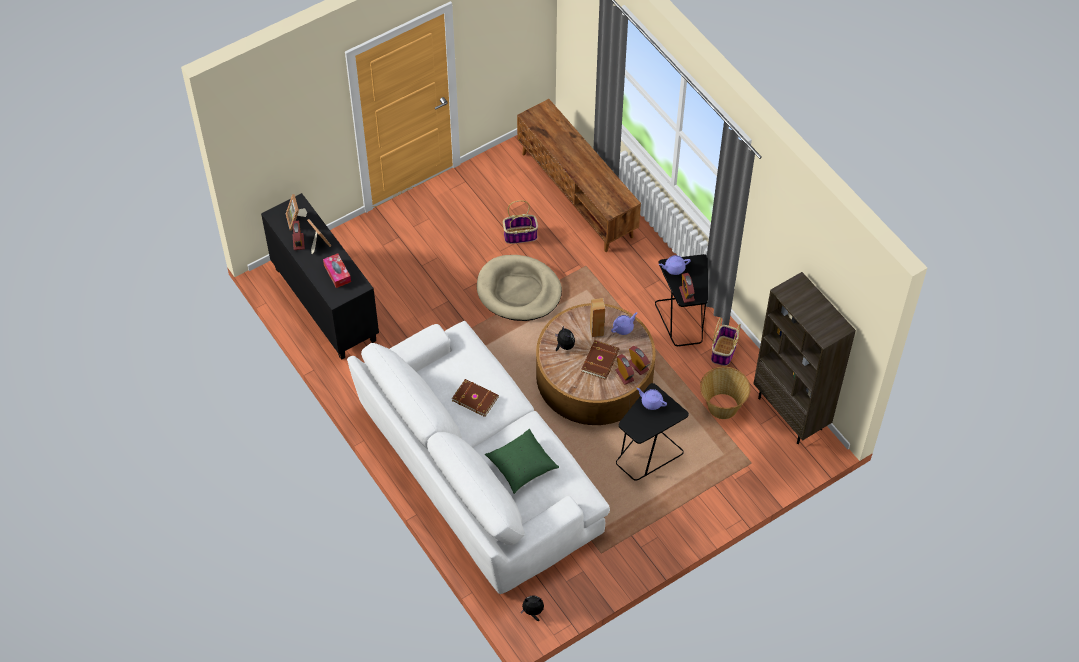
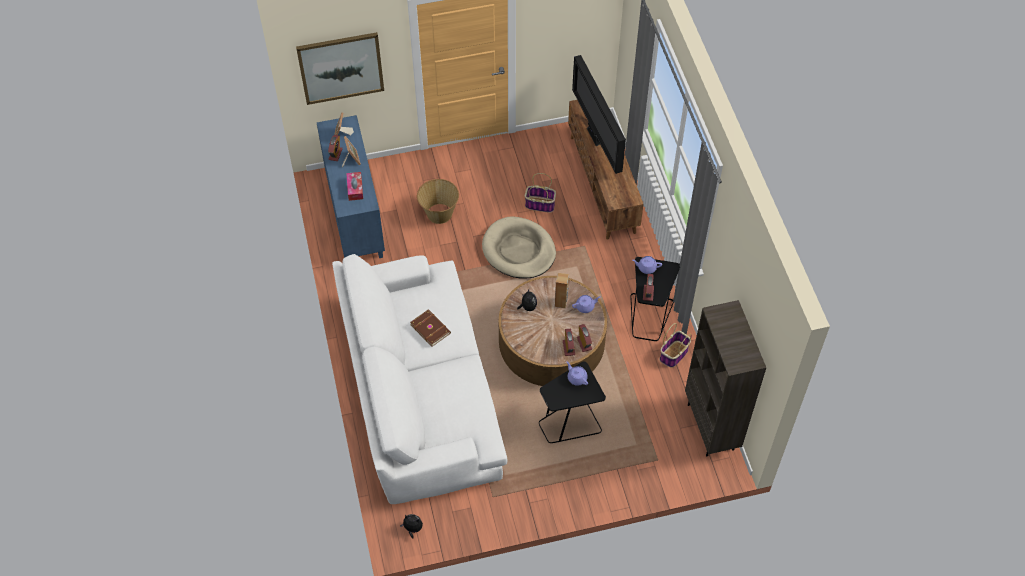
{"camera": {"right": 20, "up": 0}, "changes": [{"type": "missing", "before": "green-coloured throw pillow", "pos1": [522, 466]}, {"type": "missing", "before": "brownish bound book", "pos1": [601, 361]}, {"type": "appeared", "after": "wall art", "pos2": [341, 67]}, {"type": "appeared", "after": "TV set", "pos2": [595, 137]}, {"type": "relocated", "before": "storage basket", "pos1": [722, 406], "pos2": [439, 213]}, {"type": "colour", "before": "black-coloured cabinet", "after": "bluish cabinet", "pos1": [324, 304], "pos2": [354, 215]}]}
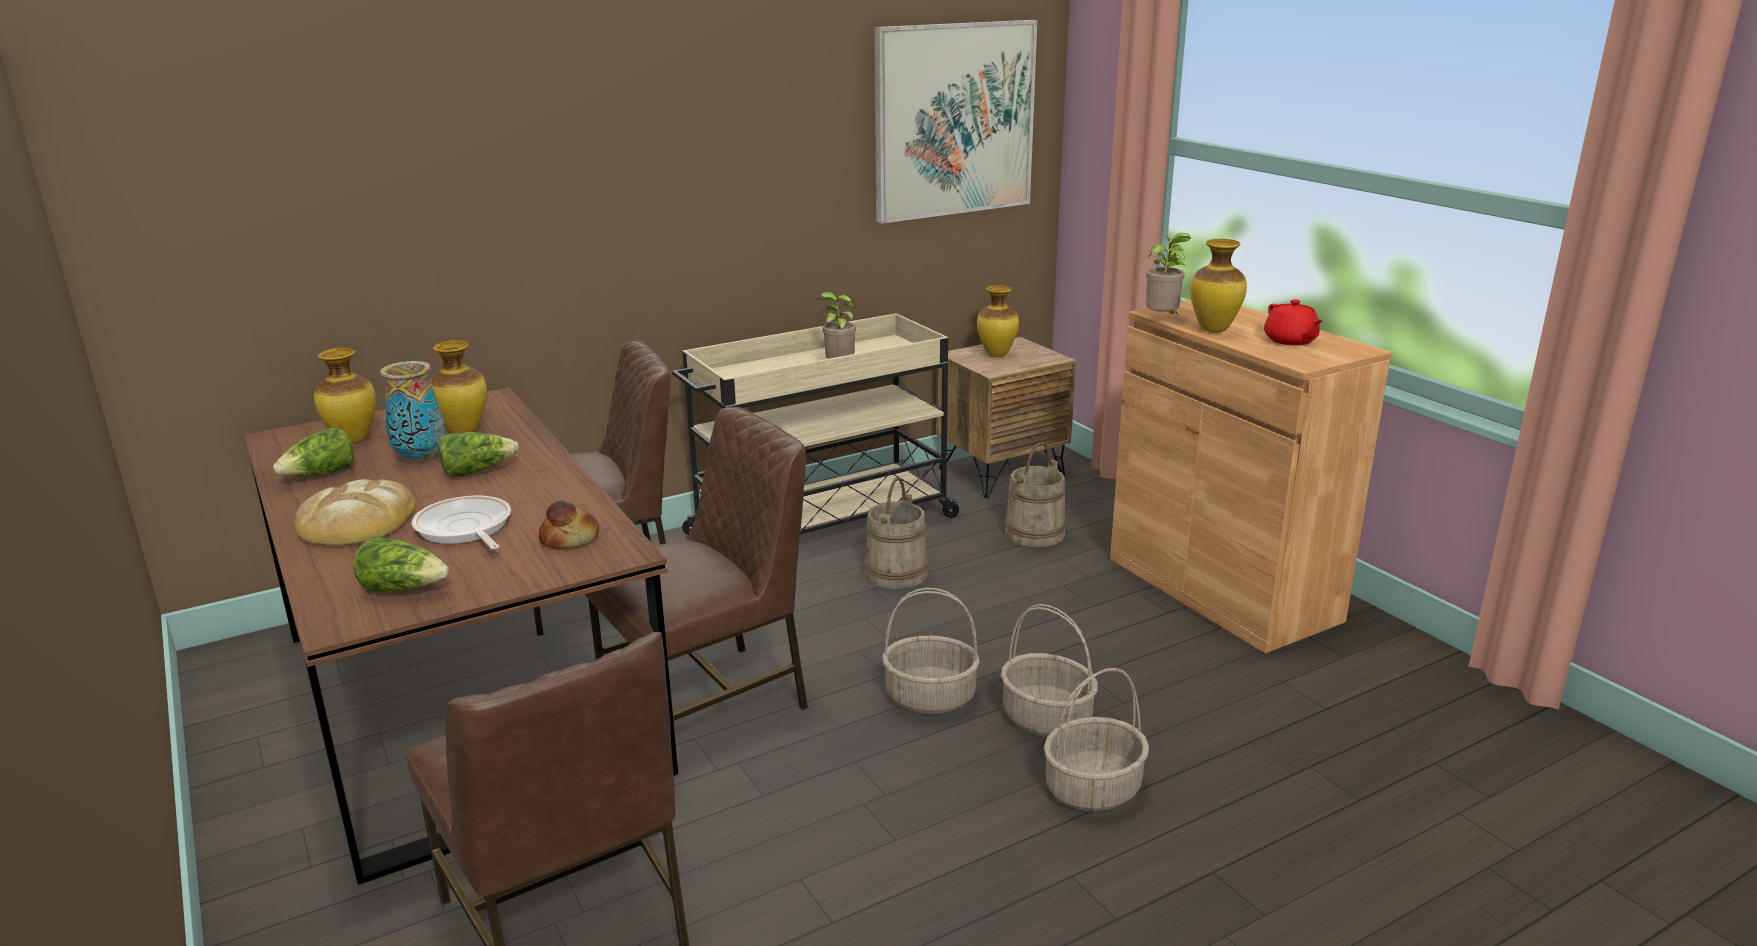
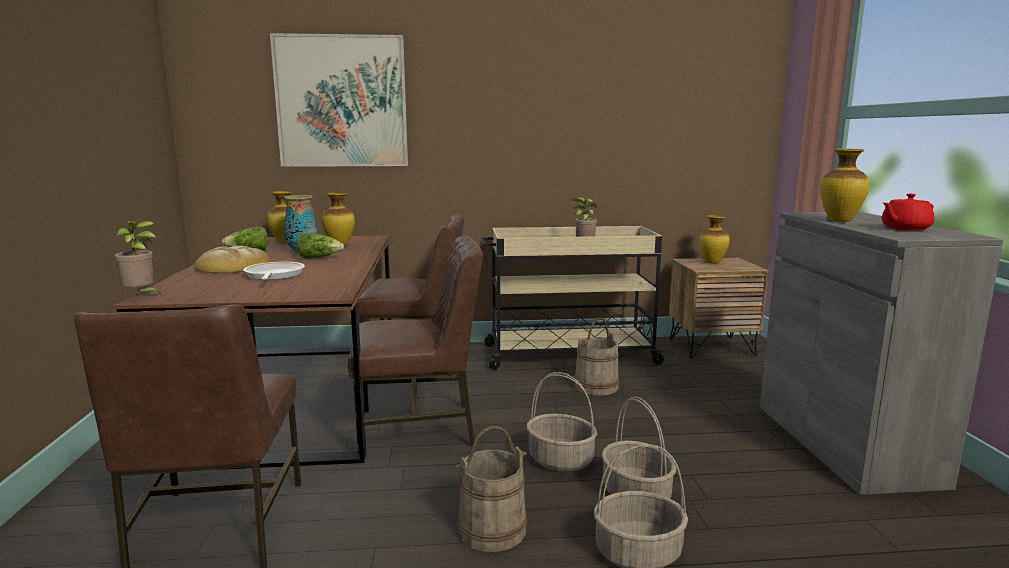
{"camera": {"right": 25, "up": -10}, "changes": [{"type": "missing", "before": "lettuce", "pos1": [404, 589]}, {"type": "missing", "before": "bread", "pos1": [570, 539]}, {"type": "relocated", "before": "wall art", "pos1": [954, 120], "pos2": [342, 102]}, {"type": "relocated", "before": "sand-coloured water bucket", "pos1": [1034, 533], "pos2": [492, 529]}, {"type": "relocated", "before": "potted plant", "pos1": [1163, 320], "pos2": [141, 296]}, {"type": "colour", "before": "brownish cabinet", "after": "gray cabinet", "pos1": [1222, 589], "pos2": [844, 443]}, {"type": "spun", "before": "red teapot", "pos1": [1290, 341], "pos2": [904, 228], "turn": 60}]}
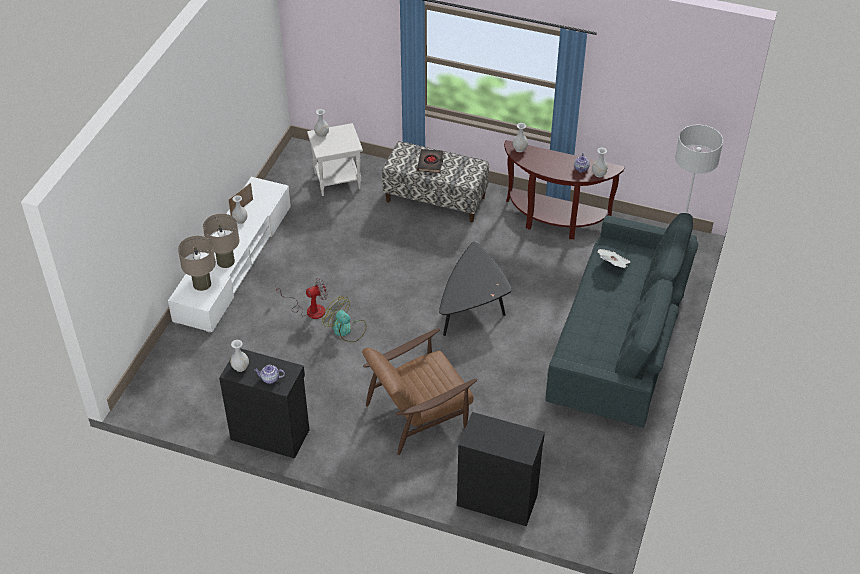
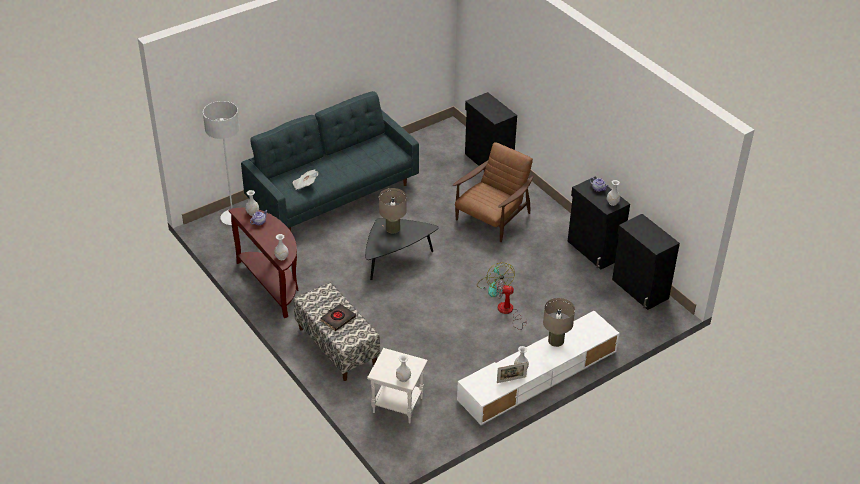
{"camera": {"right": -145, "up": -5}, "changes": [{"type": "appeared", "after": "black-coloured cabinet", "pos2": [639, 289]}, {"type": "relocated", "before": "sand-coloured lamp for a table", "pos1": [202, 284], "pos2": [393, 228]}, {"type": "spun", "before": "brownish lounge chair", "pos1": [418, 413], "pos2": [492, 218], "turn": -60}]}
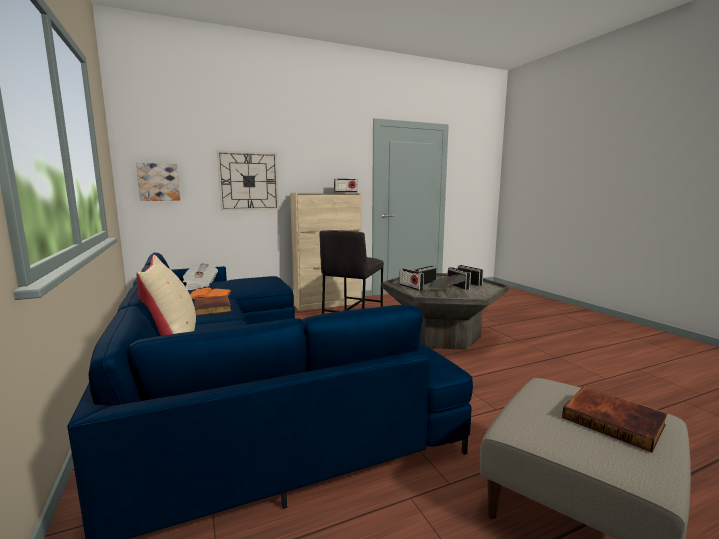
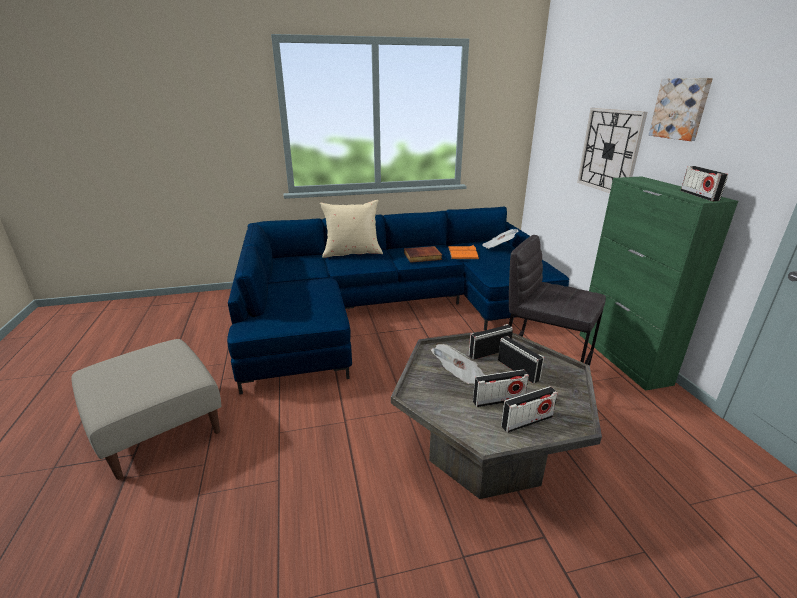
{"camera": {"right": 100, "up": 15}, "changes": [{"type": "missing", "before": "bound book", "pos1": [614, 420]}, {"type": "relocated", "before": "wall art", "pos1": [159, 182], "pos2": [680, 109]}, {"type": "colour", "before": "sand-coloured cabinet", "after": "green-coloured cabinet", "pos1": [328, 304], "pos2": [622, 358]}]}
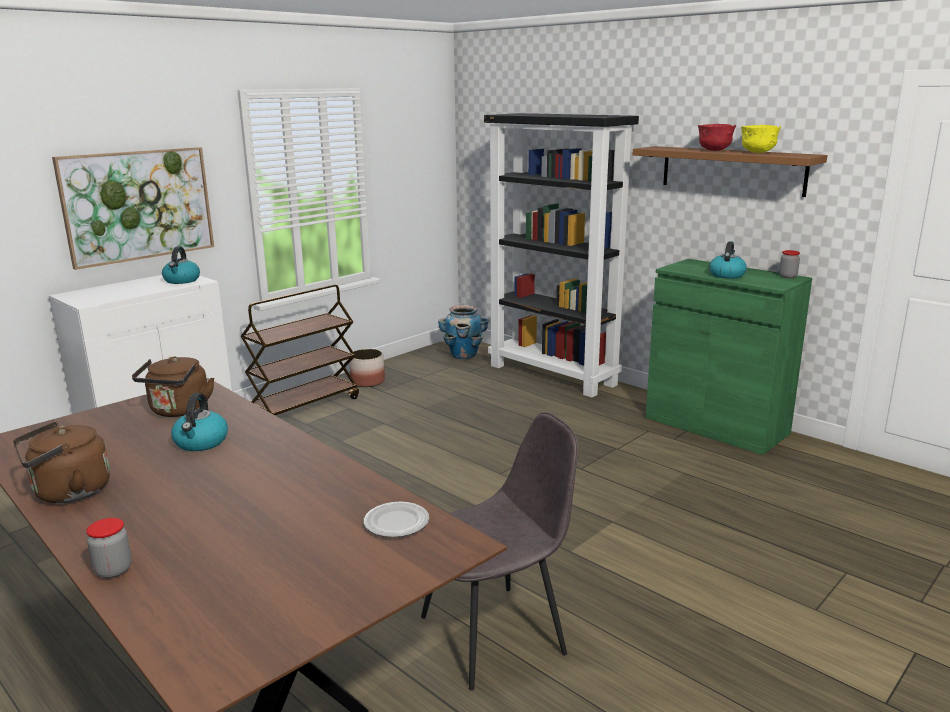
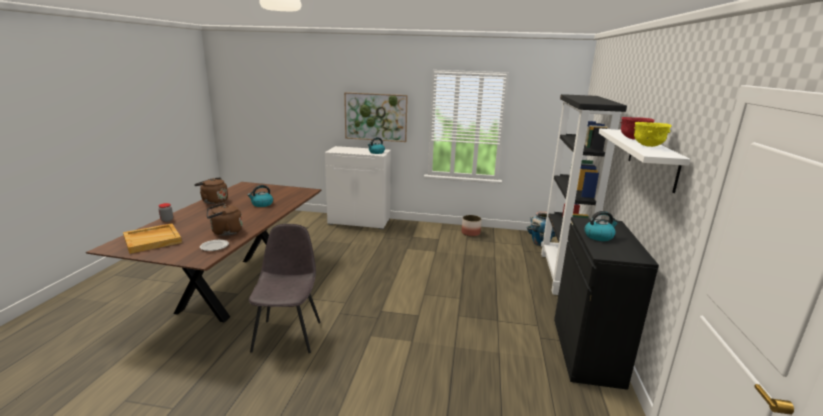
{"camera": {"right": 55, "up": 0}, "changes": [{"type": "missing", "before": "brownish wheeled cart", "pos1": [305, 406]}, {"type": "missing", "before": "jar", "pos1": [788, 276]}, {"type": "appeared", "after": "sand-coloured serving tray", "pos2": [153, 240]}, {"type": "relocated", "before": "brownish water kettle", "pos1": [178, 411], "pos2": [225, 232]}, {"type": "colour", "before": "brownish shelf", "after": "white shelf", "pos1": [732, 170], "pos2": [652, 158]}, {"type": "colour", "before": "green-coloured cabinet", "after": "black-coloured cabinet", "pos1": [716, 425], "pos2": [586, 350]}, {"type": "spun", "before": "gray chair", "pos1": [495, 634], "pos2": [288, 335], "turn": -120}]}
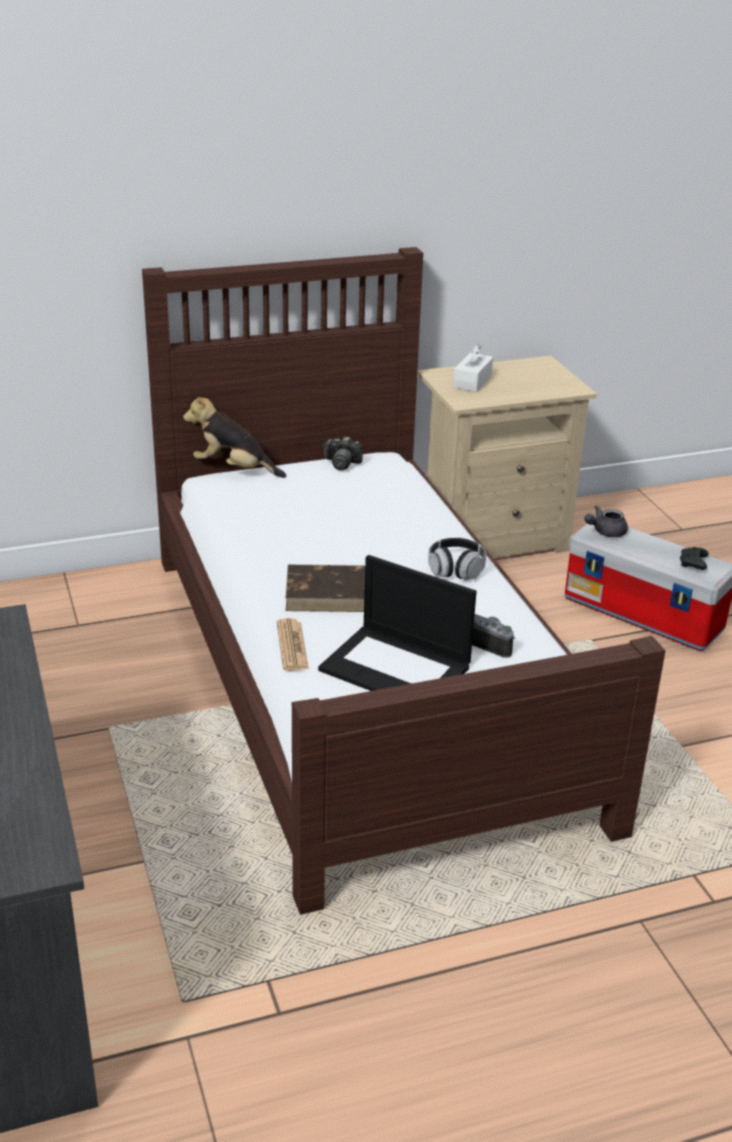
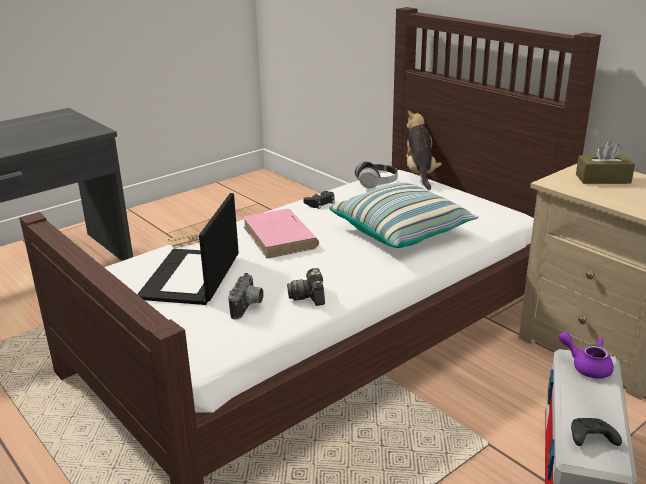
{"camera": {"right": 70, "up": -5}, "changes": [{"type": "appeared", "after": "black-coloured game controller", "pos2": [320, 203]}, {"type": "appeared", "after": "throw pillow", "pos2": [402, 231]}, {"type": "relocated", "before": "still camera", "pos1": [342, 463], "pos2": [309, 296]}, {"type": "relocated", "before": "headset", "pos1": [456, 569], "pos2": [376, 183]}, {"type": "colour", "before": "brownish bound book", "after": "pinkish bound book", "pos1": [336, 593], "pos2": [280, 237]}, {"type": "colour", "before": "white tissue holder", "after": "brownish tissue holder", "pos1": [472, 381], "pos2": [603, 179]}, {"type": "colour", "before": "gray teapot", "after": "purple-coloured teapot", "pos1": [605, 532], "pos2": [586, 366]}]}
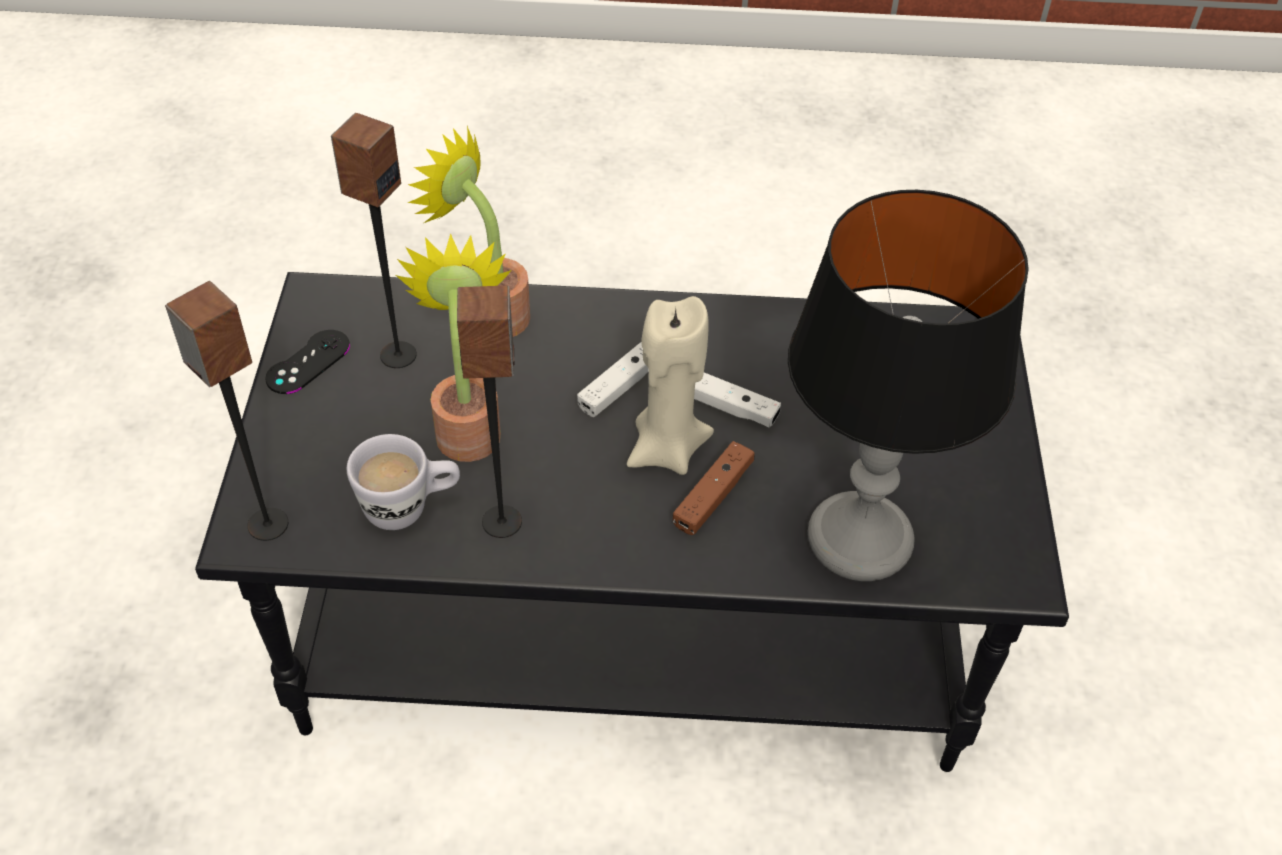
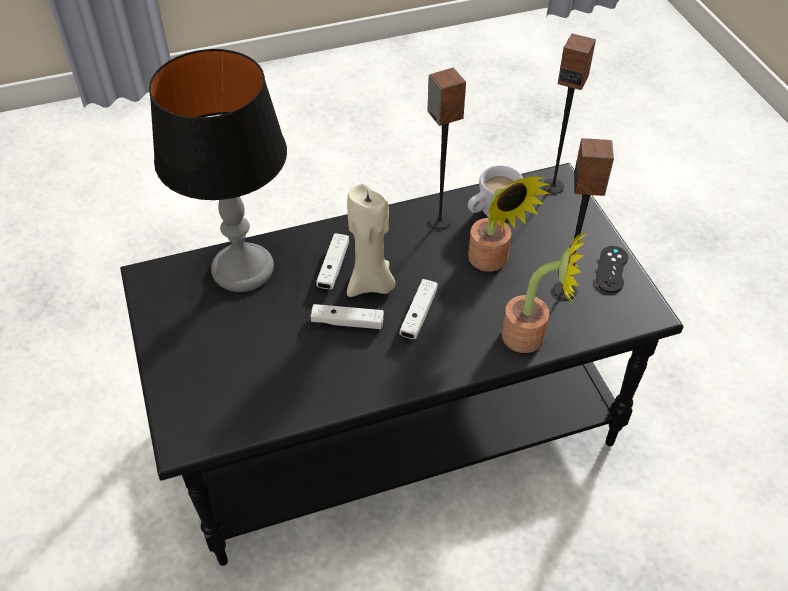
{"camera": {"right": 160, "up": 0}, "changes": [{"type": "colour", "before": "brownish game controller", "after": "white game controller", "pos1": [713, 496], "pos2": [333, 267]}]}
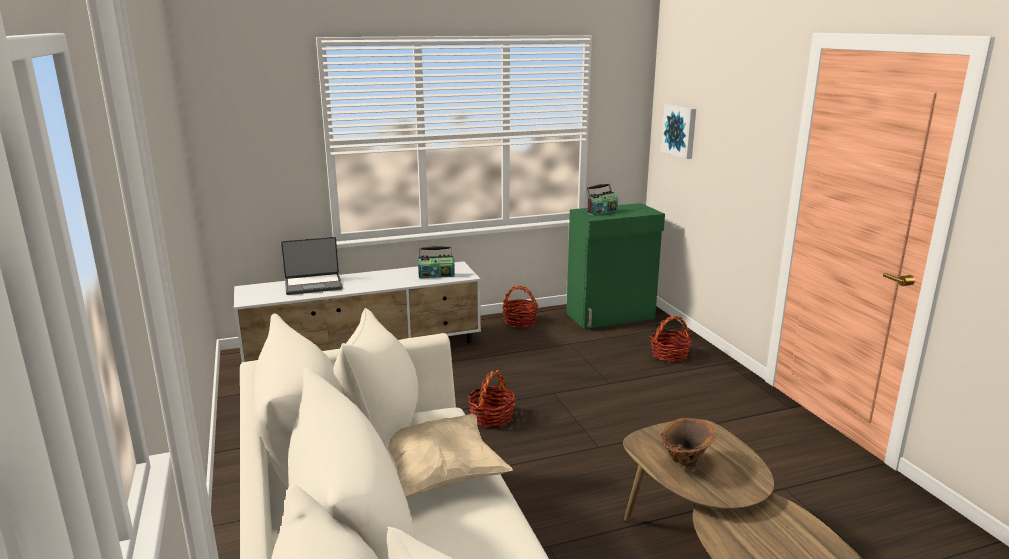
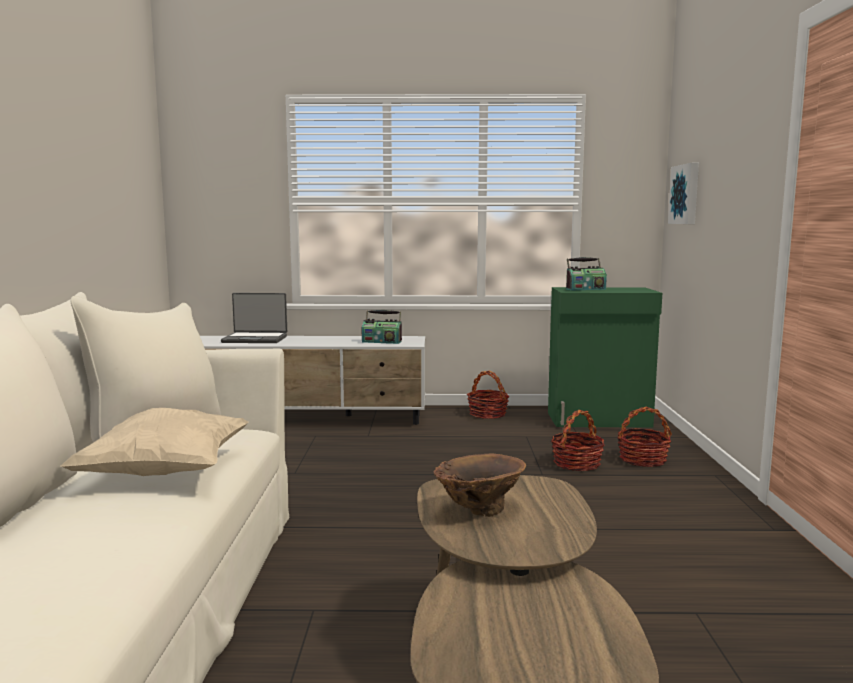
{"camera": {"right": 20, "up": -10}, "changes": [{"type": "relocated", "before": "storage basket", "pos1": [491, 417], "pos2": [576, 464]}]}
